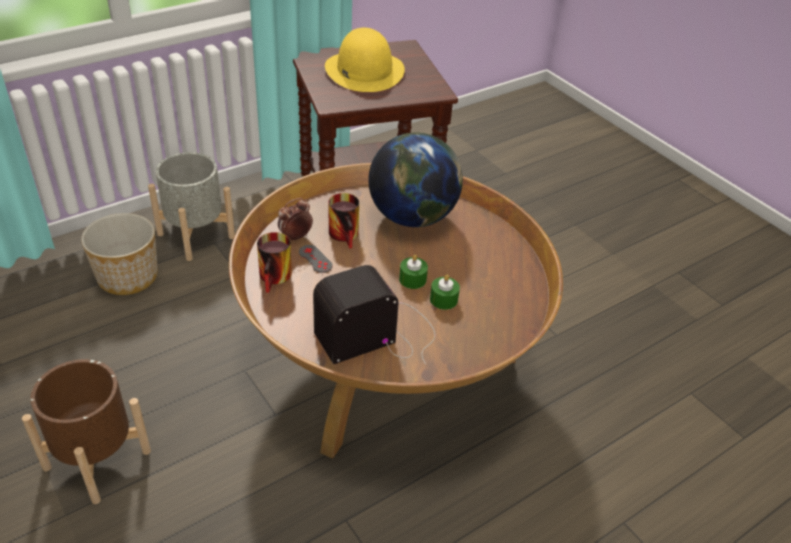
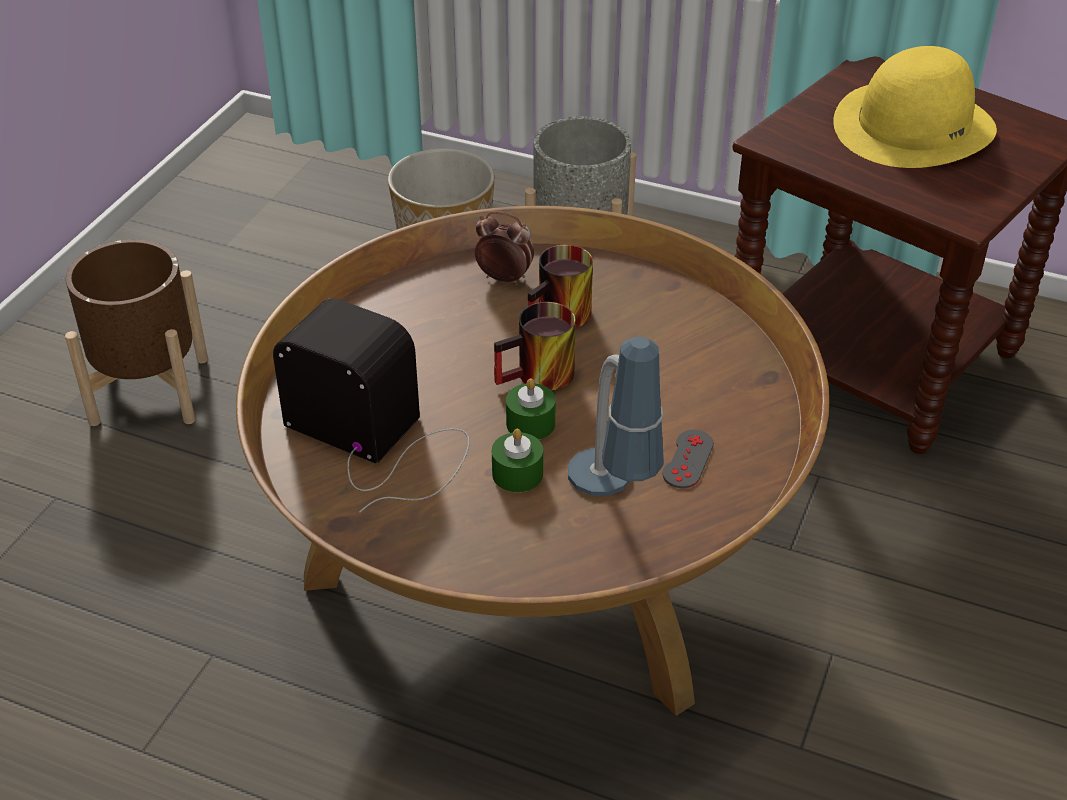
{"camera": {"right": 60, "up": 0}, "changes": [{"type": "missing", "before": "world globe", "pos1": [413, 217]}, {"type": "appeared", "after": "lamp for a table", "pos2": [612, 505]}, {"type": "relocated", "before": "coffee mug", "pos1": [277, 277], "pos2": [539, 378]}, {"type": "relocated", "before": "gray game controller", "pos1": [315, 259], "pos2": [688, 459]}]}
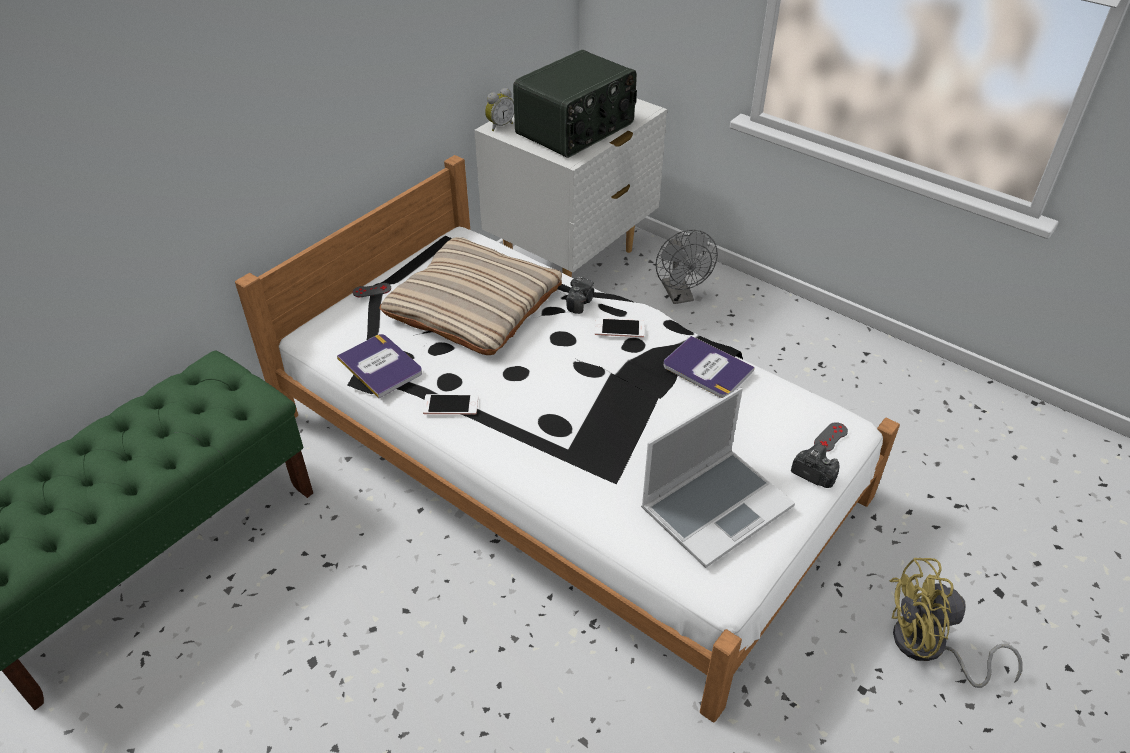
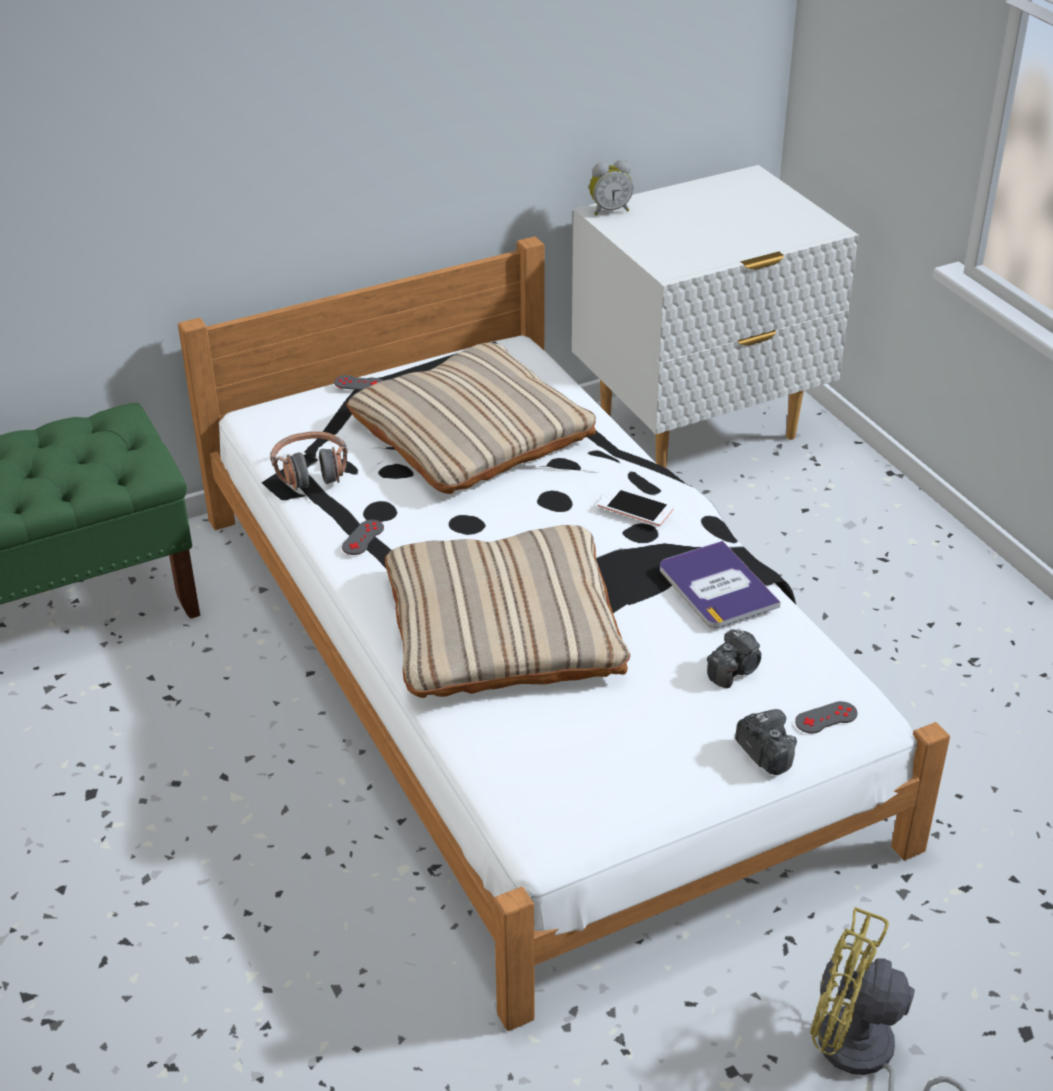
{"camera": {"right": 25, "up": -5}, "changes": [{"type": "missing", "before": "radio receiver", "pos1": [576, 129]}, {"type": "missing", "before": "notebook computer", "pos1": [716, 506]}, {"type": "missing", "before": "gray electric fan", "pos1": [680, 296]}, {"type": "appeared", "after": "sand-coloured throw pillow", "pos2": [503, 626]}, {"type": "relocated", "before": "still camera", "pos1": [580, 302], "pos2": [734, 670]}, {"type": "exchanged", "before": "bound book", "after": "headset", "pos1": [380, 366], "pos2": [311, 471]}, {"type": "exchanged", "before": "telephone", "after": "gray game controller", "pos1": [450, 405], "pos2": [363, 537]}]}
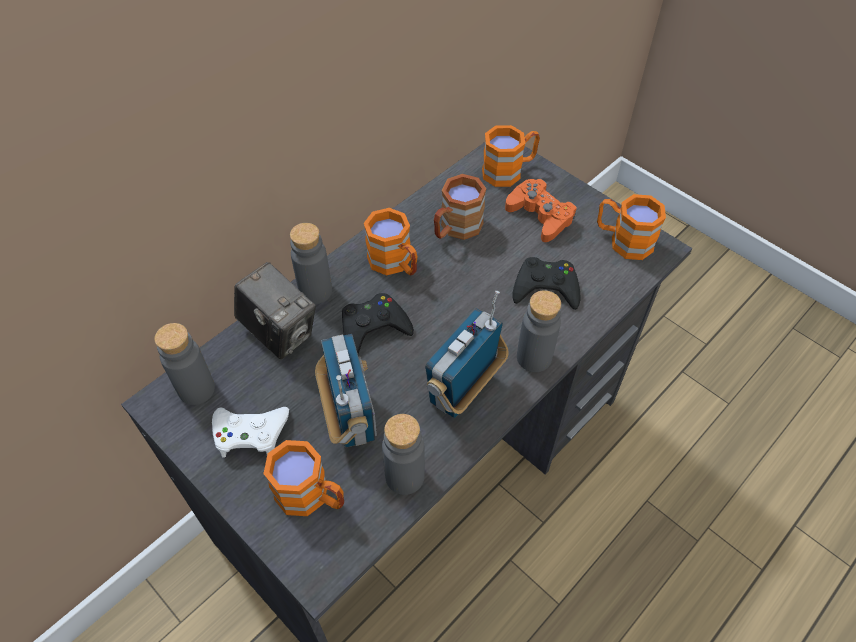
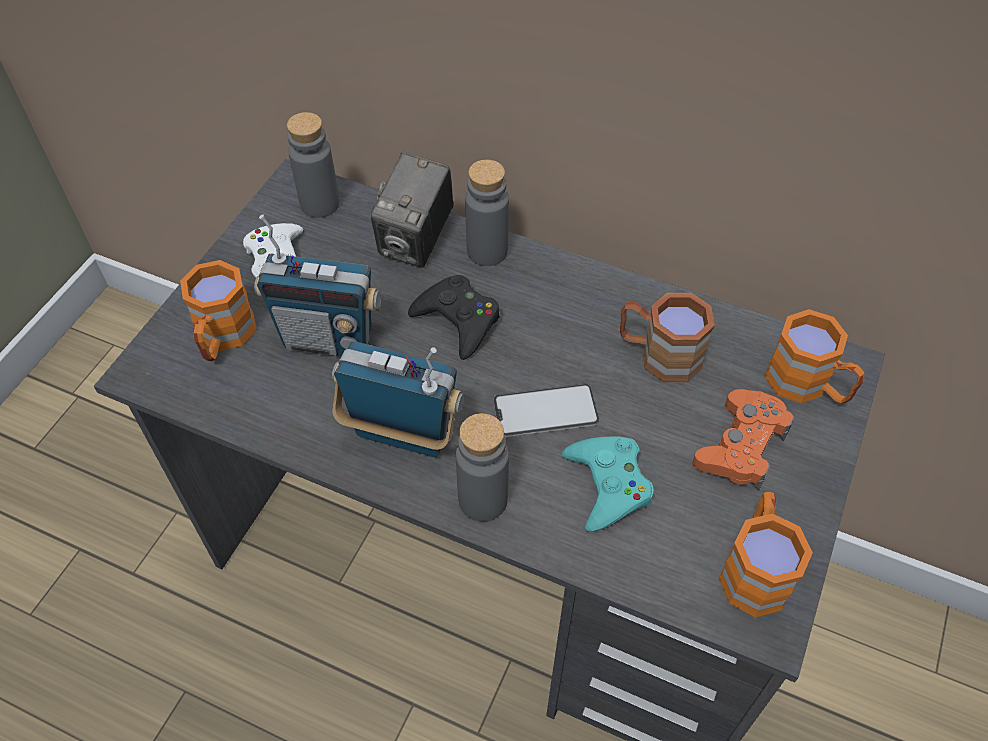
{"camera": {"right": 70, "up": 0}, "changes": [{"type": "missing", "before": "orange-coloured coffee mug", "pos1": [395, 264]}, {"type": "missing", "before": "gray drink bottle", "pos1": [405, 476]}, {"type": "appeared", "after": "telephone", "pos2": [545, 411]}, {"type": "colour", "before": "black-coloured game controller", "after": "turquoise-coloured game controller", "pos1": [545, 288], "pos2": [607, 485]}, {"type": "spun", "before": "radio receiver", "pos1": [351, 417], "pos2": [329, 339], "turn": 45}]}
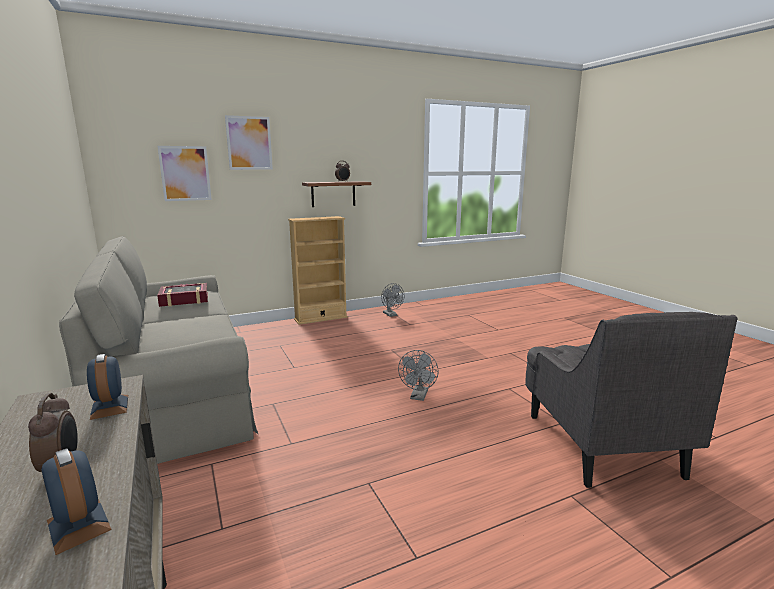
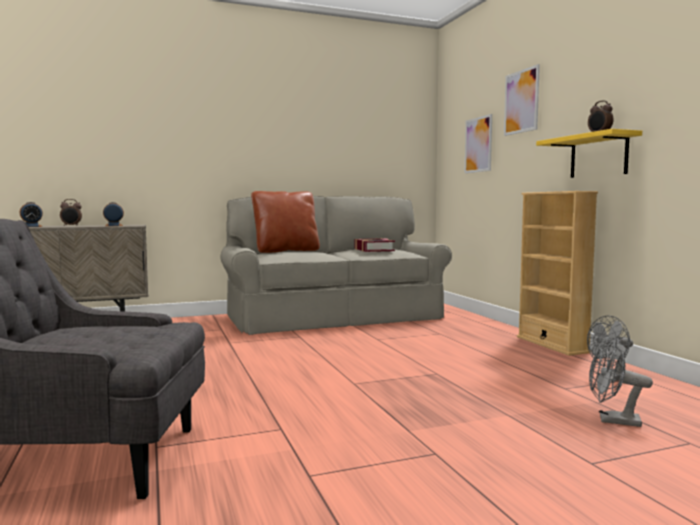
{"camera": {"right": 95, "up": -10}, "changes": [{"type": "appeared", "after": "brownish throw pillow", "pos2": [286, 251]}, {"type": "relocated", "before": "gray electric fan", "pos1": [418, 397], "pos2": [612, 420]}, {"type": "colour", "before": "brownish shelf", "after": "yellow shelf", "pos1": [333, 194], "pos2": [598, 156]}]}
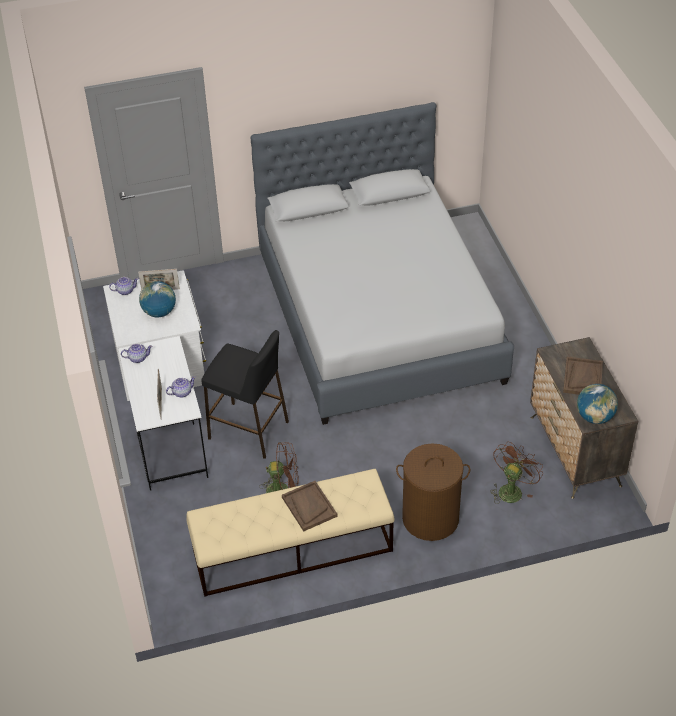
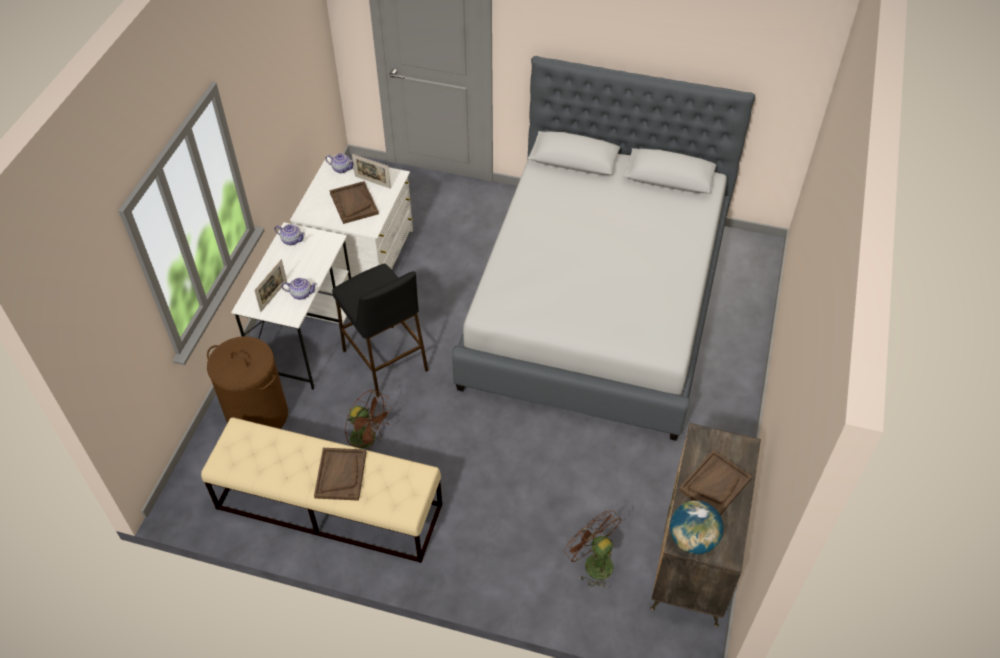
{"camera": {"right": 30, "up": 5}, "changes": [{"type": "relocated", "before": "brownish hamper", "pos1": [430, 519], "pos2": [257, 415]}, {"type": "exchanged", "before": "world globe", "after": "brownish serving tray", "pos1": [159, 312], "pos2": [354, 203]}, {"type": "spun", "before": "brownish electric fan", "pos1": [512, 489], "pos2": [593, 562], "turn": -105}]}
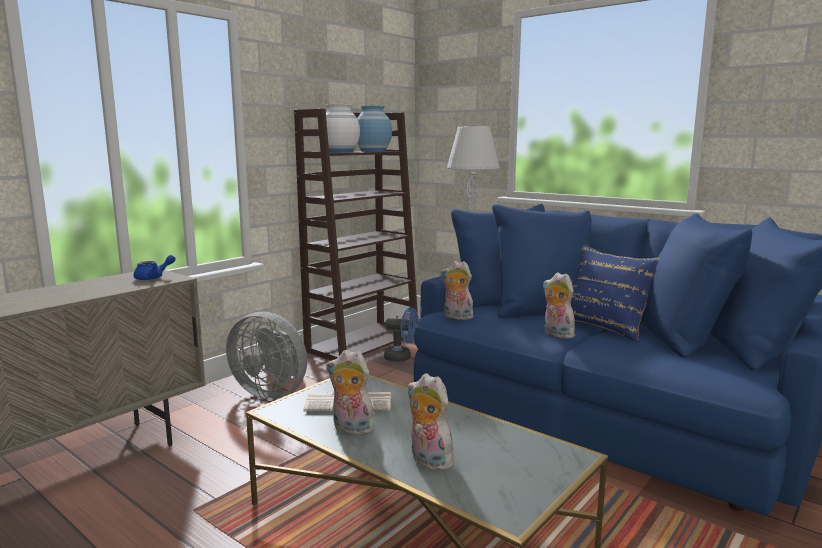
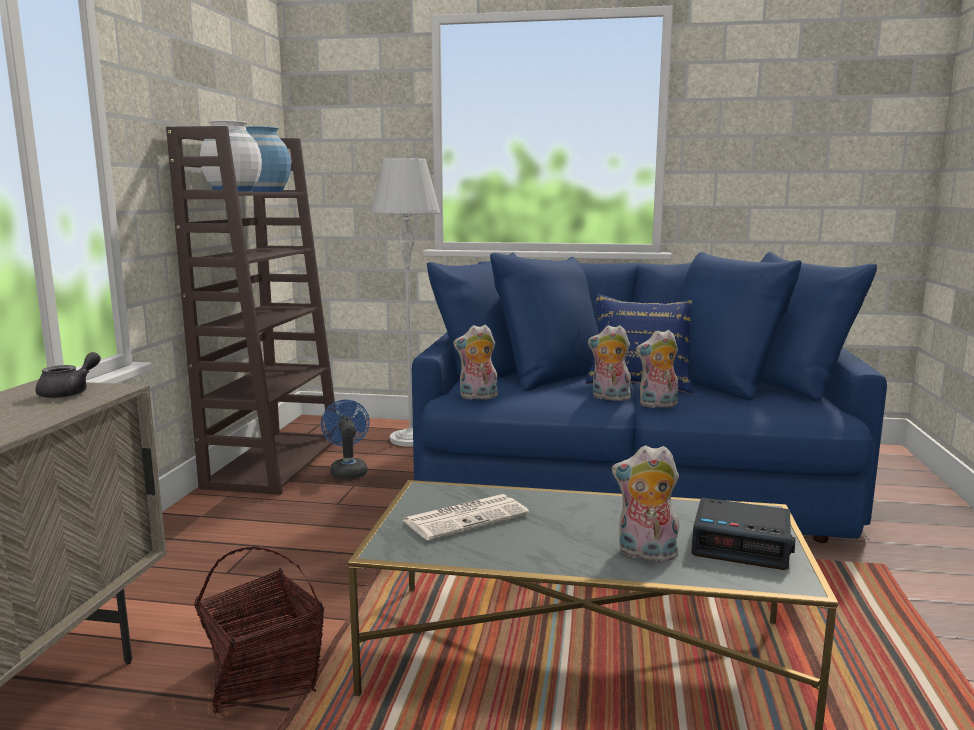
{"camera": {"right": -30, "up": 0}, "changes": [{"type": "missing", "before": "gray electric fan", "pos1": [272, 392]}, {"type": "appeared", "after": "storage basket", "pos2": [263, 675]}, {"type": "appeared", "after": "table clock", "pos2": [742, 544]}, {"type": "relocated", "before": "soft toy", "pos1": [350, 429], "pos2": [657, 405]}, {"type": "colour", "before": "bluish teapot", "after": "gray teapot", "pos1": [153, 278], "pos2": [70, 393]}, {"type": "spun", "before": "bluish electric fan", "pos1": [402, 358], "pos2": [348, 471], "turn": -90}]}
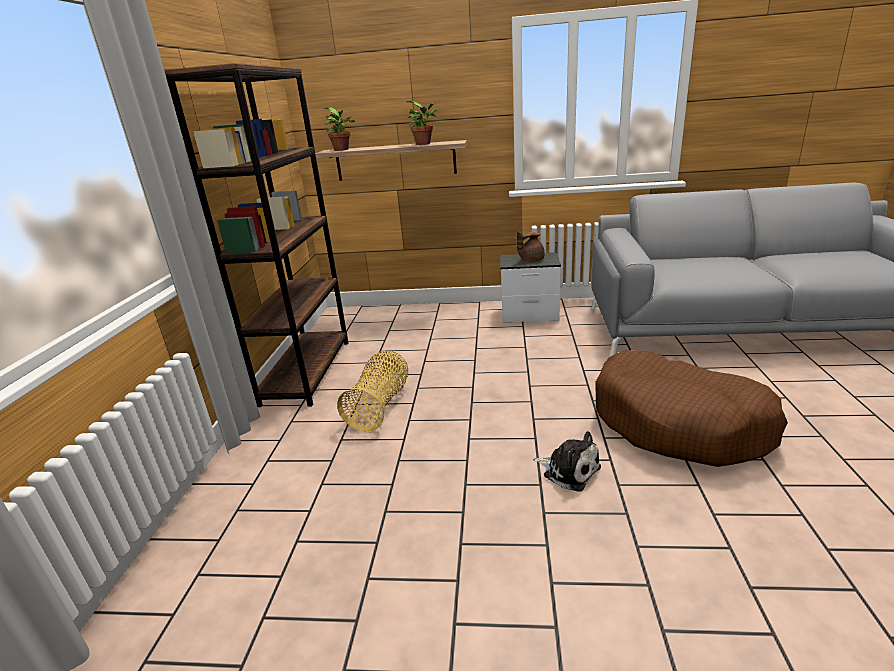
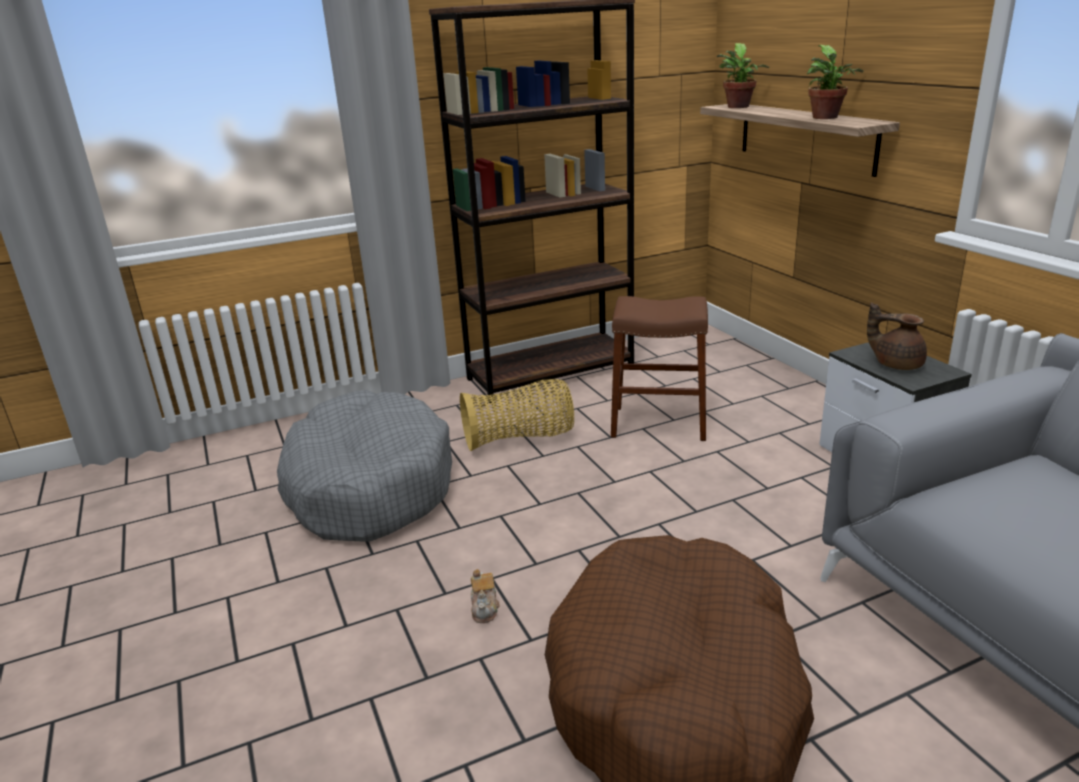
{"camera": {"right": 60, "up": 0}, "changes": [{"type": "appeared", "after": "gray dog cushion", "pos2": [368, 486]}, {"type": "appeared", "after": "brownish stool", "pos2": [659, 423]}, {"type": "exchanged", "before": "soft toy", "after": "teapot", "pos1": [568, 470], "pos2": [485, 608]}]}
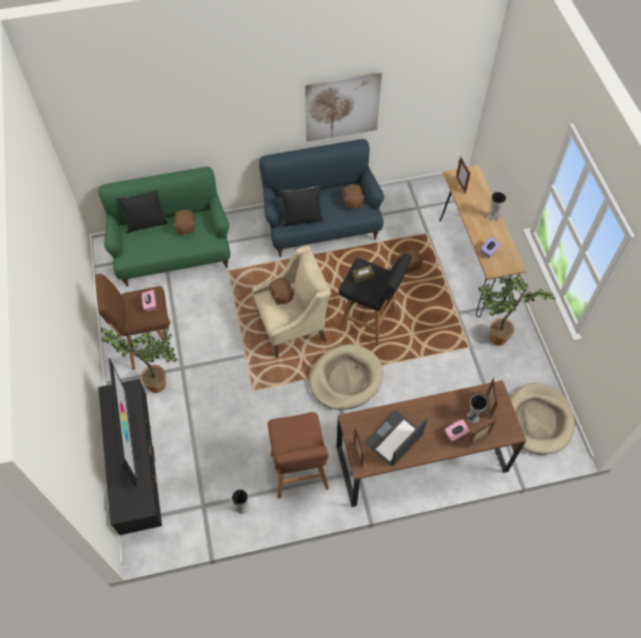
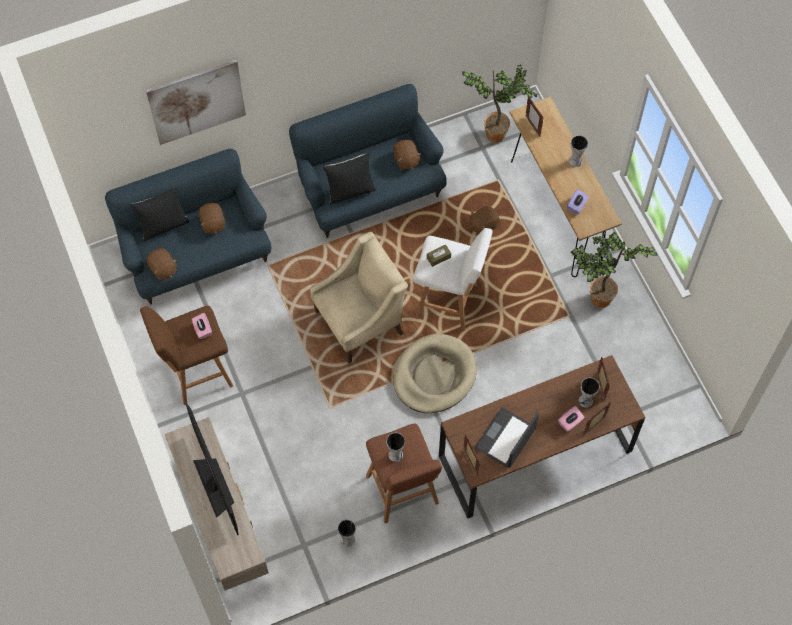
{"camera": {"right": -10, "up": 5}, "changes": [{"type": "missing", "before": "sand-coloured dog cushion", "pos1": [538, 420]}, {"type": "appeared", "after": "flower vase", "pos2": [395, 454]}, {"type": "relocated", "before": "potted plant", "pos1": [159, 384], "pos2": [498, 134]}, {"type": "relocated", "before": "brownish soft toy", "pos1": [281, 296], "pos2": [163, 269]}, {"type": "relocated", "before": "wall art", "pos1": [342, 107], "pos2": [196, 101]}, {"type": "colour", "before": "green-coloured sofa", "after": "bluish sofa", "pos1": [173, 255], "pos2": [197, 255]}, {"type": "colour", "before": "black-coloured media console", "after": "sand-coloured media console", "pos1": [139, 470], "pos2": [222, 518]}, {"type": "colour", "before": "black-coloured stool", "after": "white stool", "pos1": [369, 321], "pos2": [449, 302]}]}
